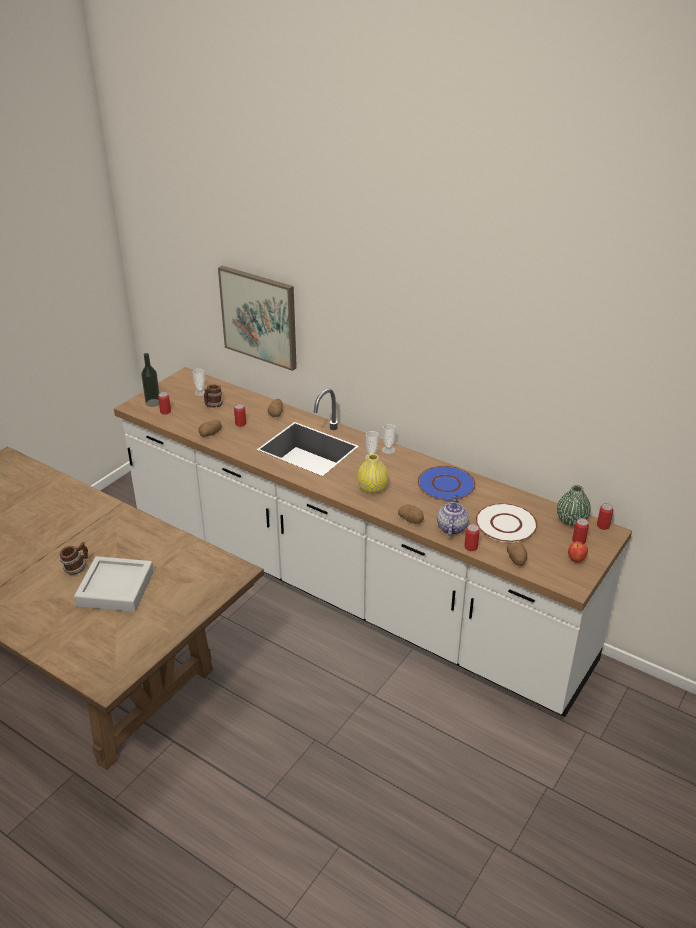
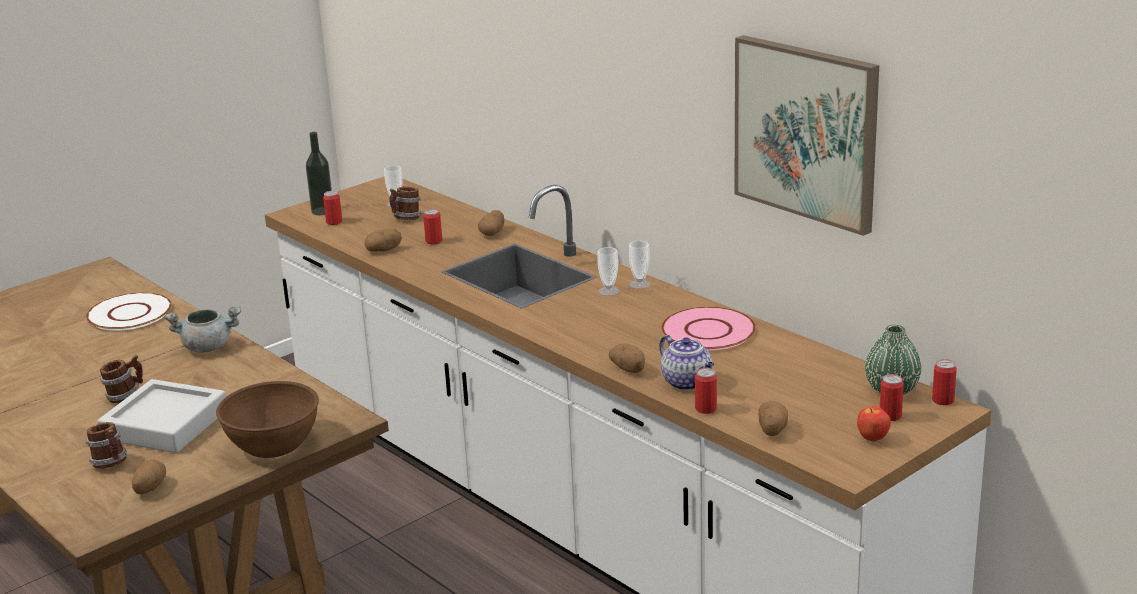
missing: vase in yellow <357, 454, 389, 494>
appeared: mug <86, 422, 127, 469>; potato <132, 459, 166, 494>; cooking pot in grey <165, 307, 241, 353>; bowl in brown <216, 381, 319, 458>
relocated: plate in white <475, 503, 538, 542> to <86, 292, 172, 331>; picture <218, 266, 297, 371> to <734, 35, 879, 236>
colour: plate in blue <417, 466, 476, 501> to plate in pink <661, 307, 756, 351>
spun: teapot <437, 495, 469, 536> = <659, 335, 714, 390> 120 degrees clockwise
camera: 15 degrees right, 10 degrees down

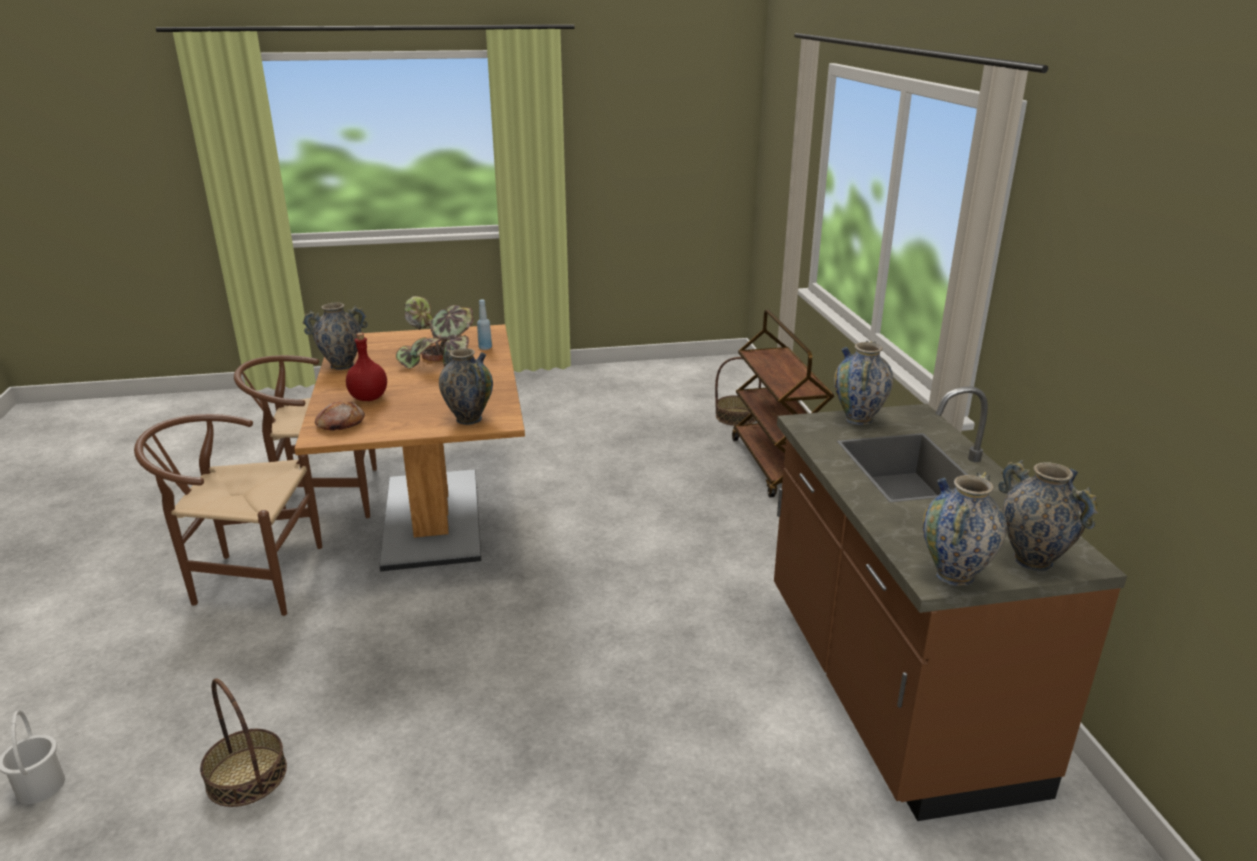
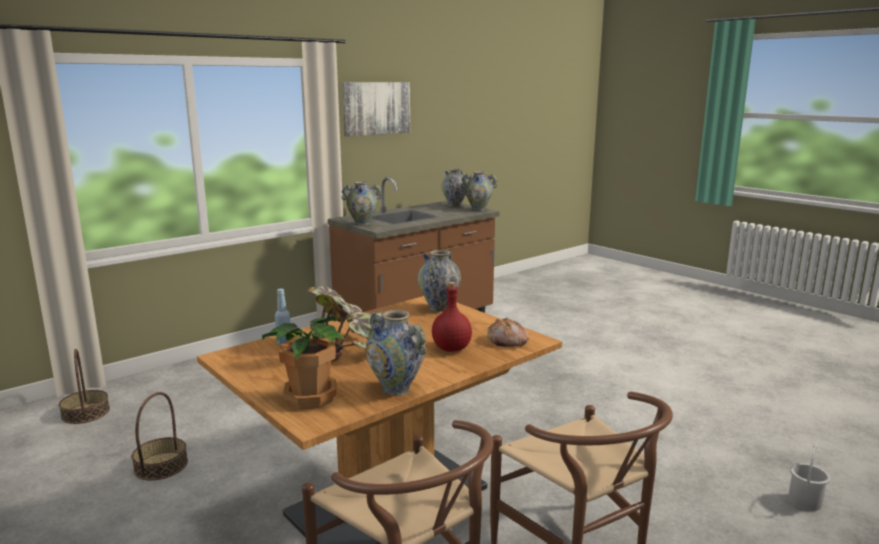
missing: cart in brown <732, 310, 834, 498>
appeared: potted plant <262, 316, 346, 409>; picture <342, 82, 410, 137>
relocated: basket <200, 678, 287, 807> to <131, 392, 188, 480>
camera: 120 degrees left, 10 degrees down

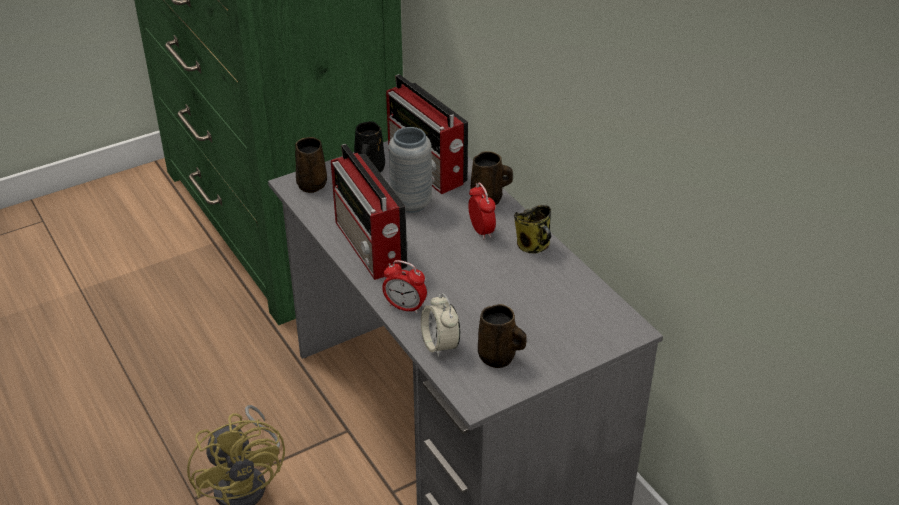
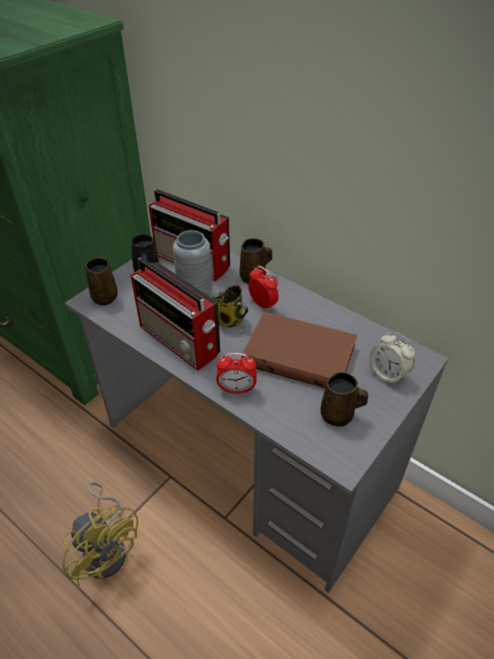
appeared: book in brown <241, 311, 357, 388>
relocated: mug <514, 205, 551, 253> to <213, 285, 248, 327>; alarm clock <421, 293, 460, 357> to <369, 332, 415, 386>
camera: 20 degrees left, 5 degrees up

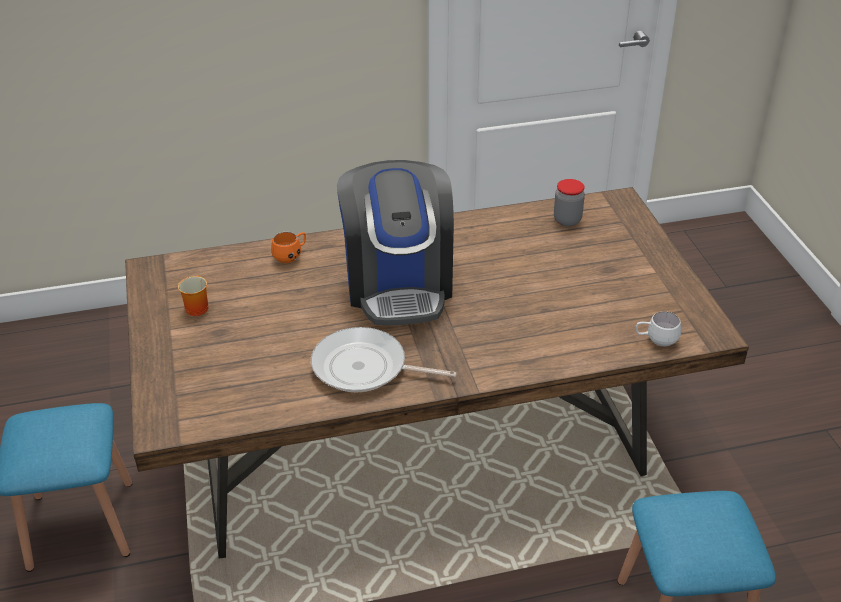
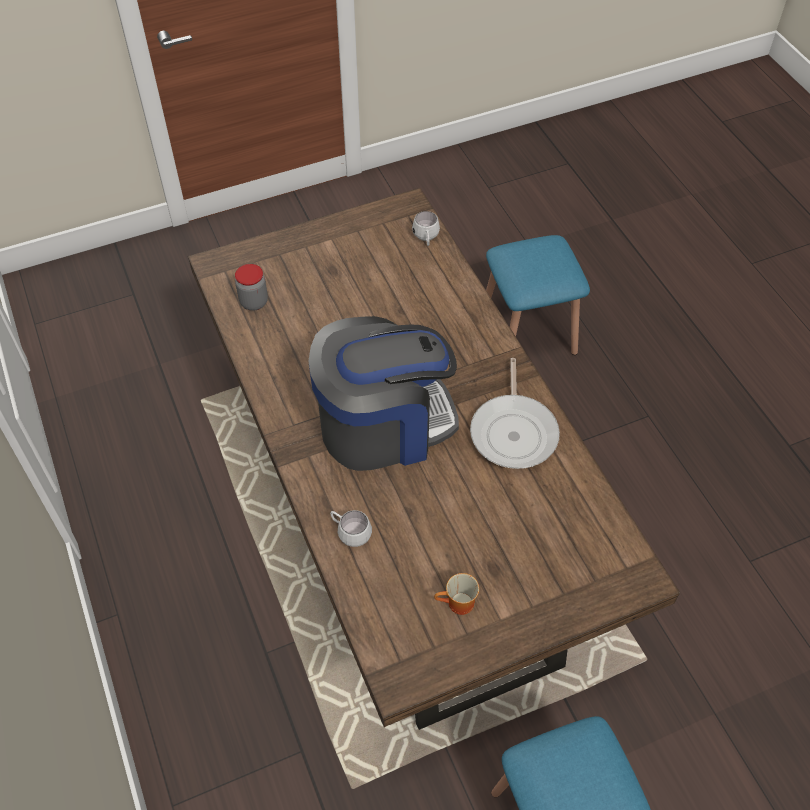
colour: mug in orange <271, 232, 306, 263> to mug in white <330, 510, 372, 547>
camera: 100 degrees left, 15 degrees up

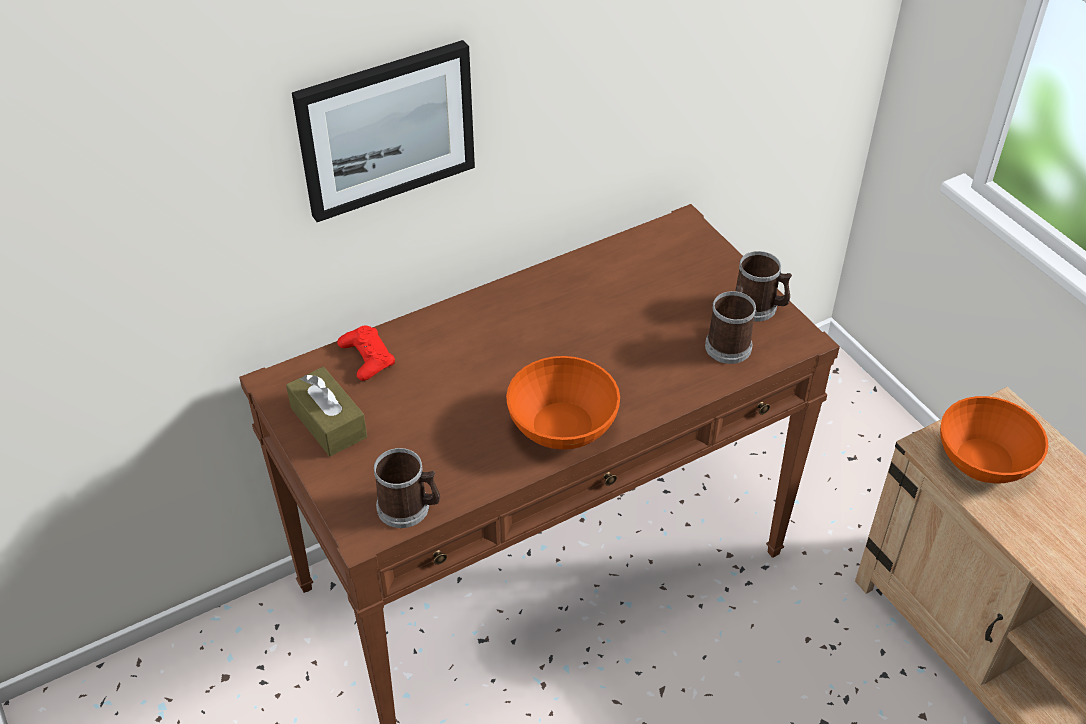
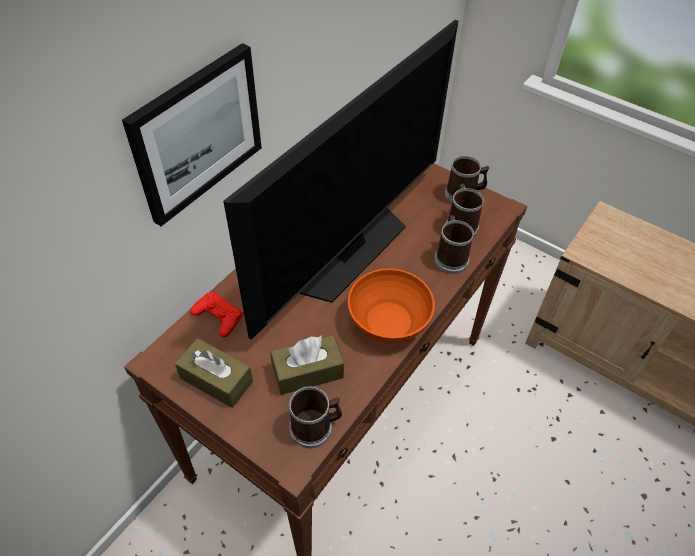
missing: bowl in orange <940, 396, 1048, 483>
appeared: television <223, 19, 458, 340>; tissue box in brown <271, 335, 344, 395>; mug <434, 215, 474, 274>
camera: 25 degrees left, 5 degrees up

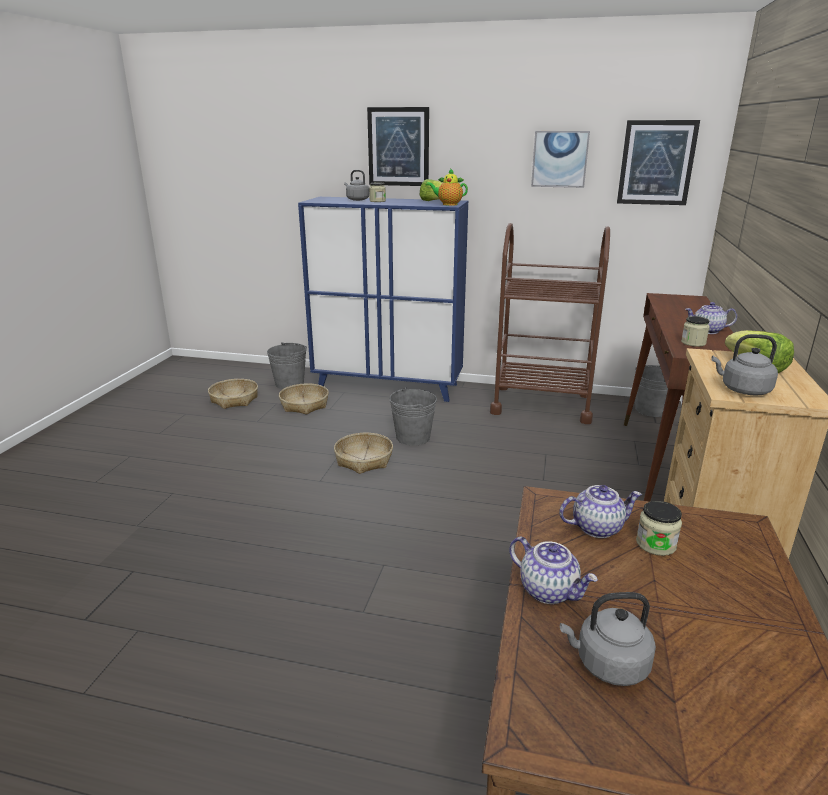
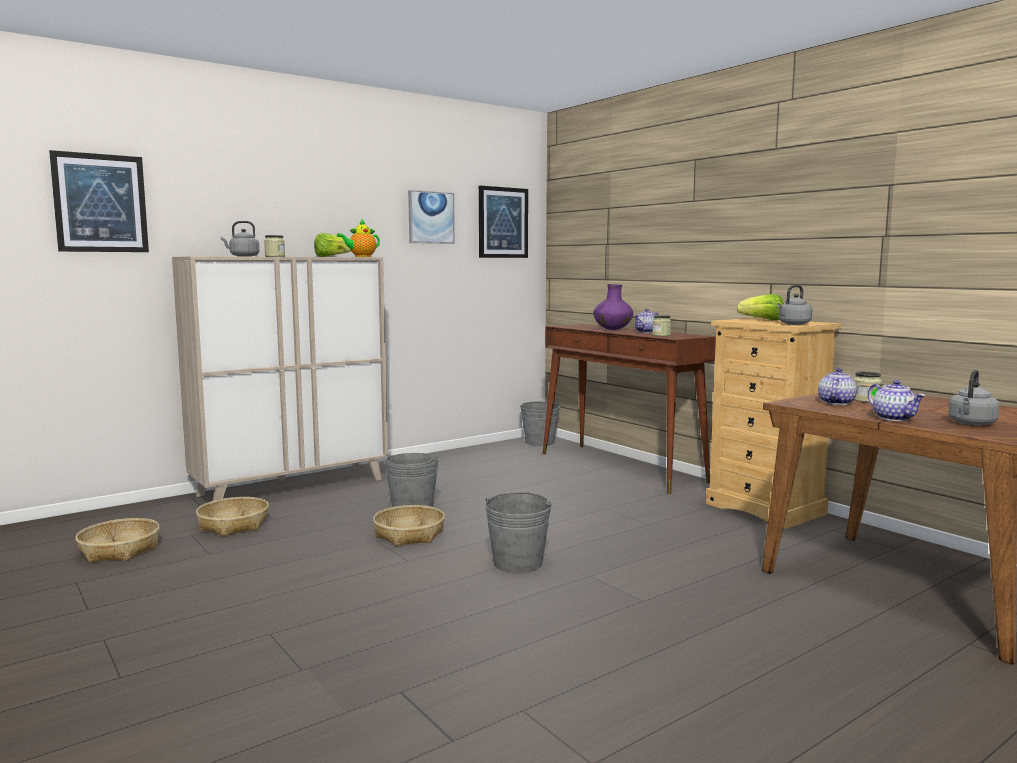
missing: cart in brown <490, 223, 610, 424>
appeared: vase in purple <593, 284, 633, 330>
relocated: picture <367, 107, 429, 186> to <49, 150, 149, 252>; bucket in grey <267, 342, 307, 389> to <485, 492, 552, 573>
colour: cabinet in blue <298, 197, 468, 402> to cabinet in beige <172, 256, 388, 501>
spun: teapot <509, 537, 598, 604> = <868, 380, 925, 421> 75 degrees clockwise
camera: 50 degrees left, 15 degrees down

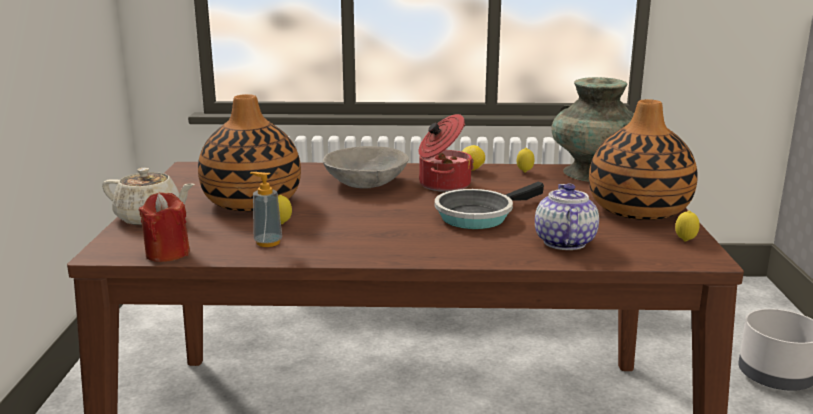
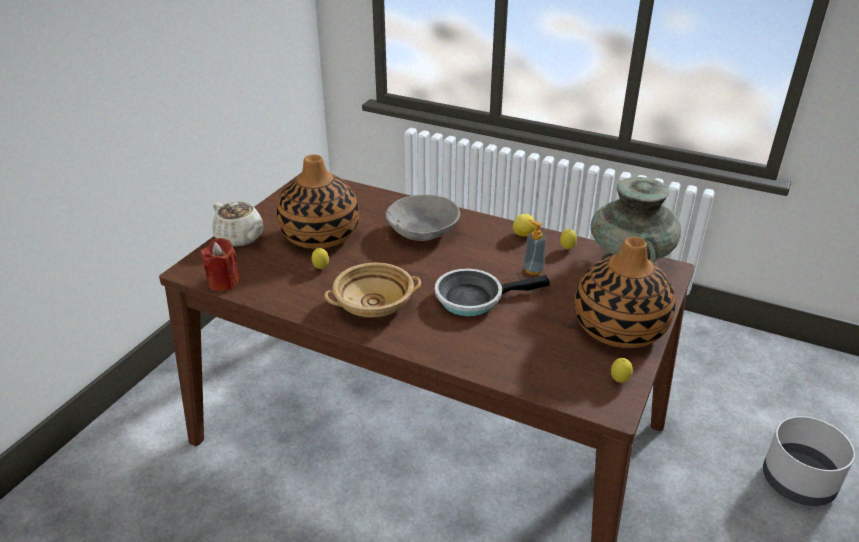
missing: cooking pot <419, 114, 474, 192>; teapot <535, 184, 599, 250>
appeared: bowl in beige <324, 263, 421, 318>
relocated: soap dispenser <250, 172, 282, 247> to <523, 219, 546, 275>
camera: 25 degrees right, 15 degrees up

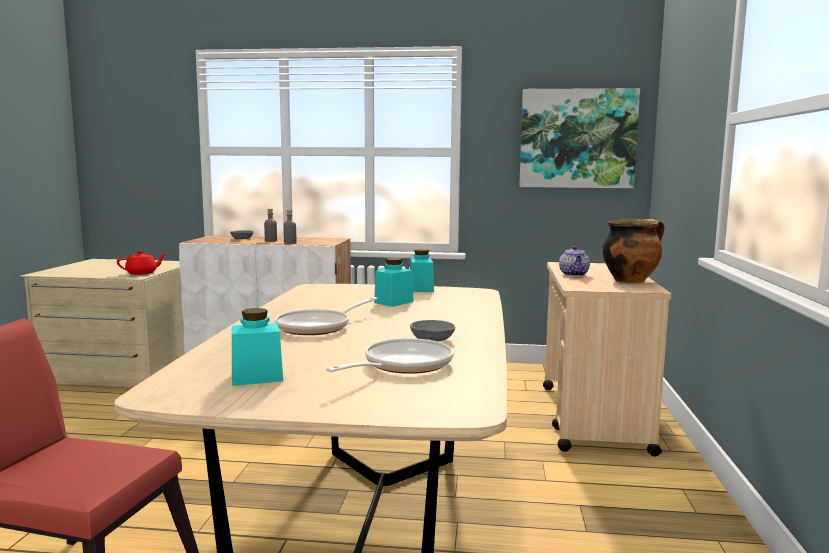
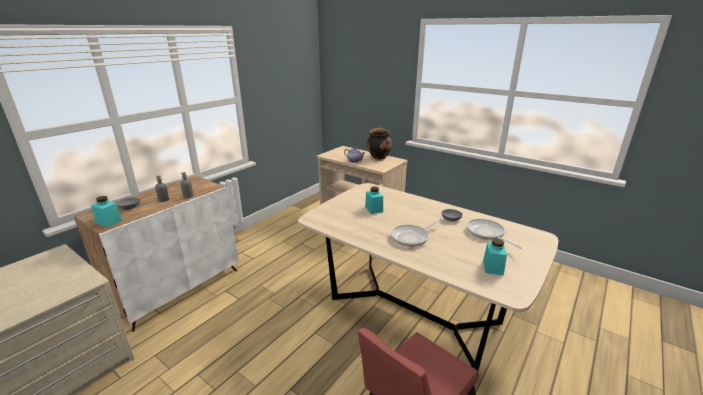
missing: teapot in red <117, 251, 166, 275>; picture <519, 88, 640, 188>
relocated: jar in turquoise <410, 249, 434, 292> to <91, 196, 122, 227>
spun: frying pan <275, 297, 378, 335> = <391, 218, 444, 247> 75 degrees clockwise
camera: 60 degrees left, 15 degrees up

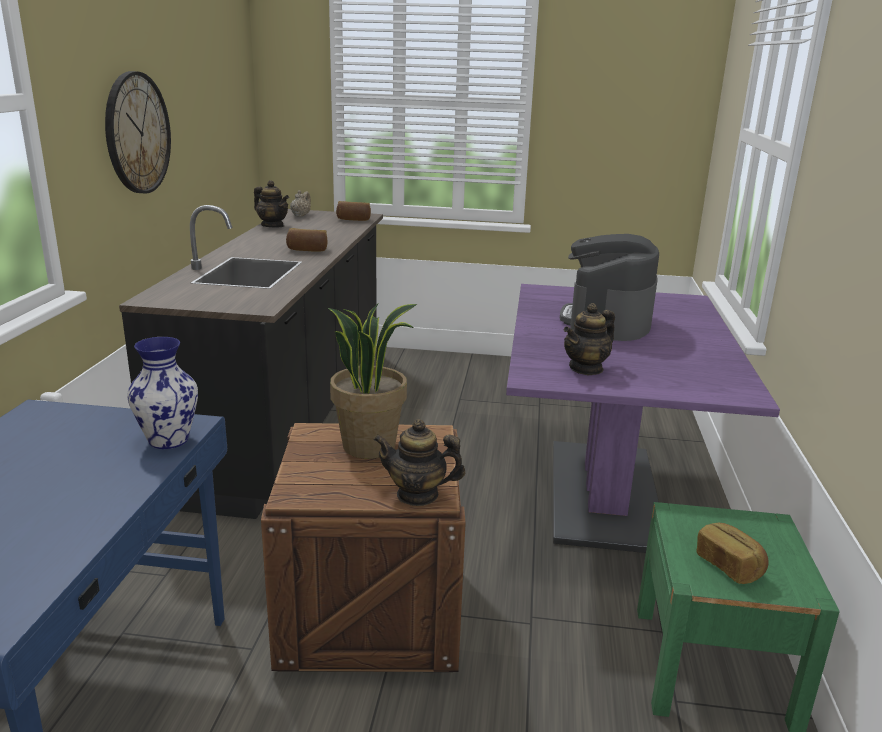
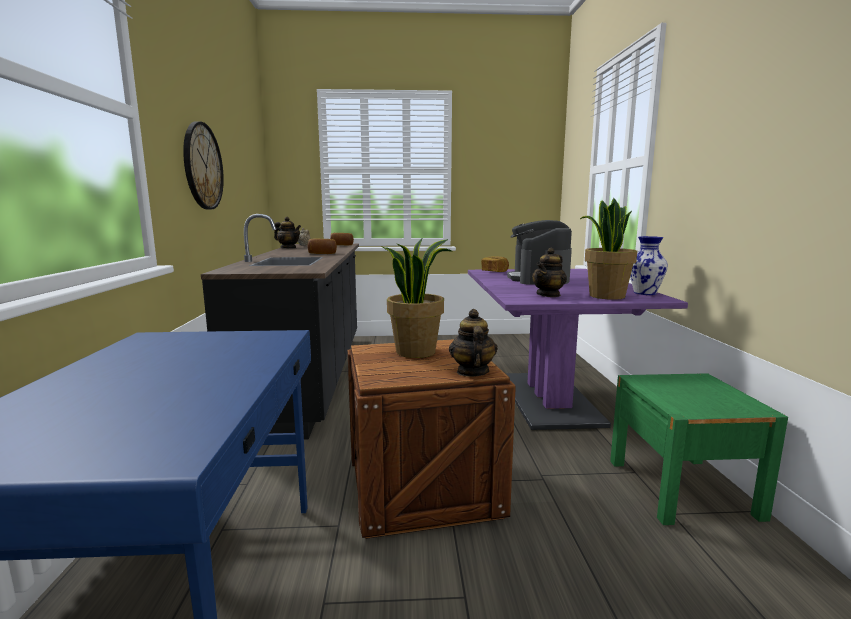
appeared: potted plant <580, 198, 637, 300>
relocated: bread <696, 523, 769, 584> to <481, 256, 509, 272>; vase <127, 337, 198, 449> to <630, 236, 668, 295>
spun: teapot <374, 419, 465, 506> = <449, 309, 498, 377> 90 degrees clockwise
camera: 10 degrees left, 10 degrees down

